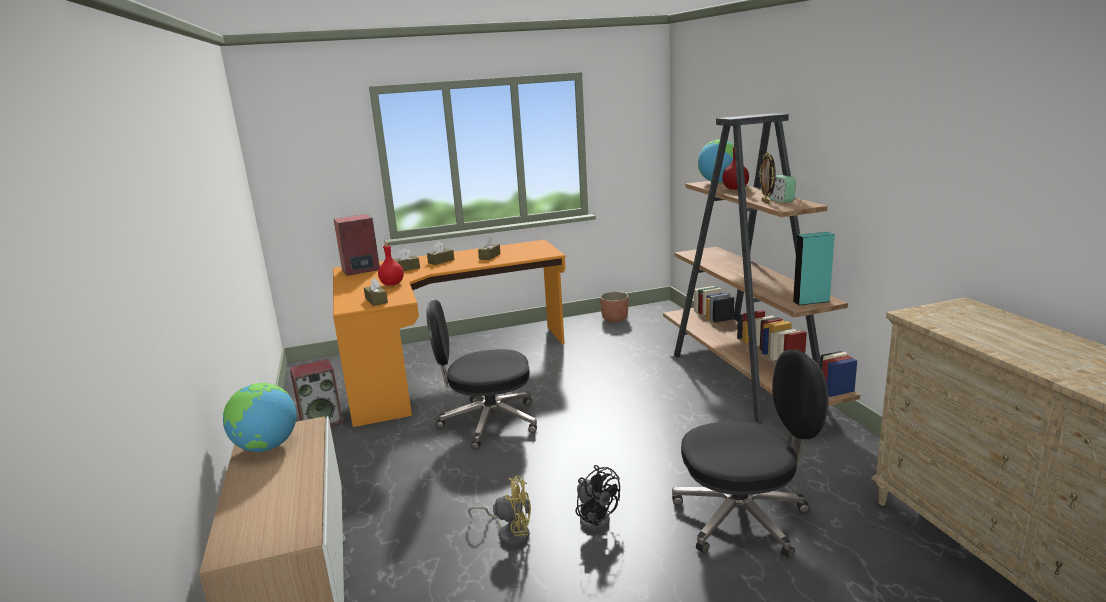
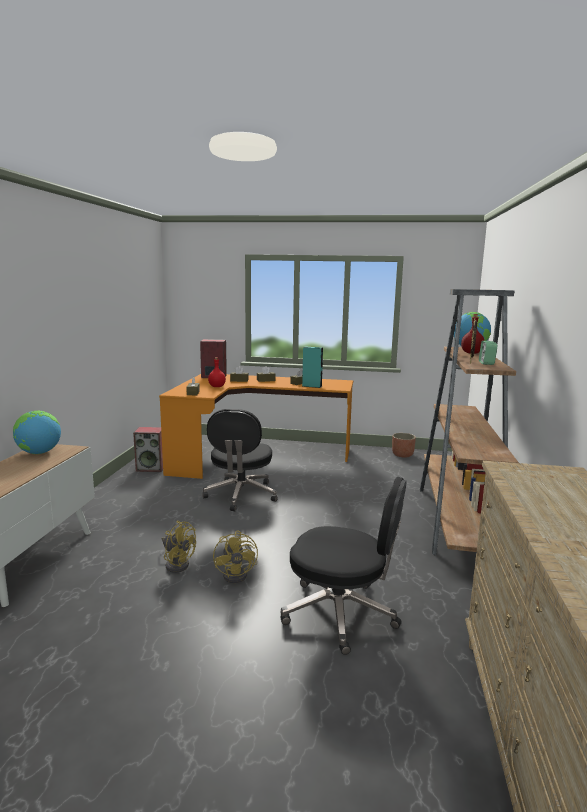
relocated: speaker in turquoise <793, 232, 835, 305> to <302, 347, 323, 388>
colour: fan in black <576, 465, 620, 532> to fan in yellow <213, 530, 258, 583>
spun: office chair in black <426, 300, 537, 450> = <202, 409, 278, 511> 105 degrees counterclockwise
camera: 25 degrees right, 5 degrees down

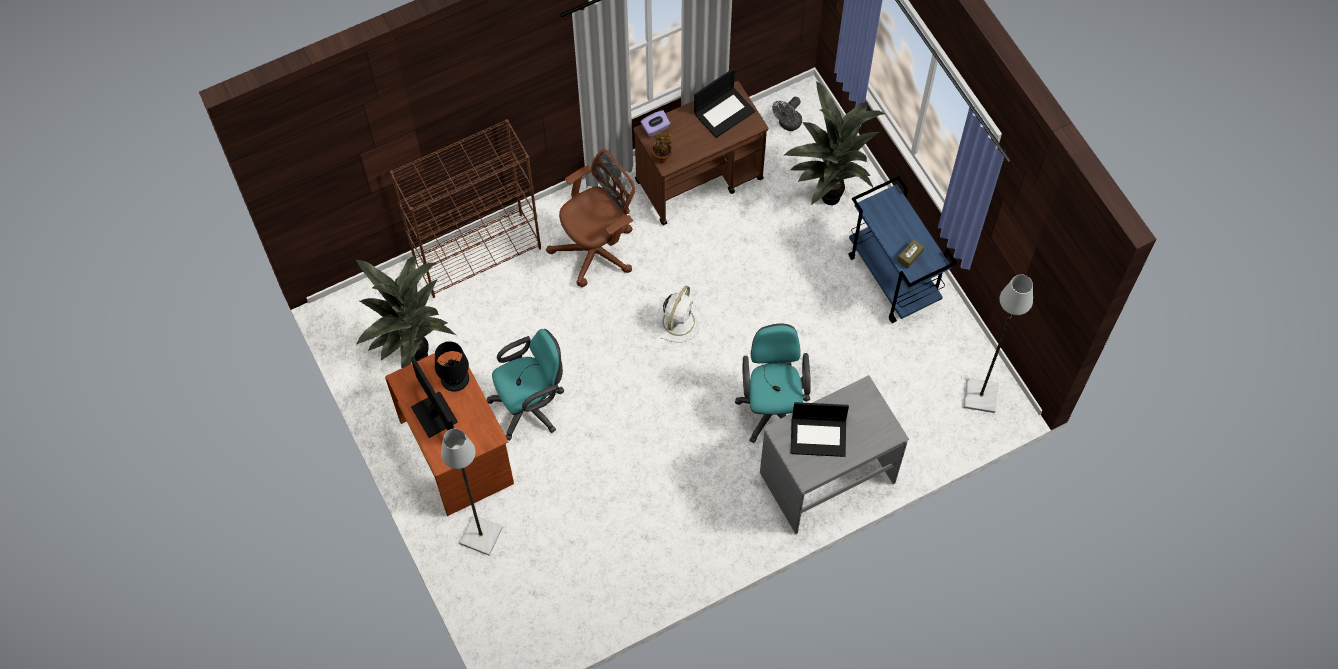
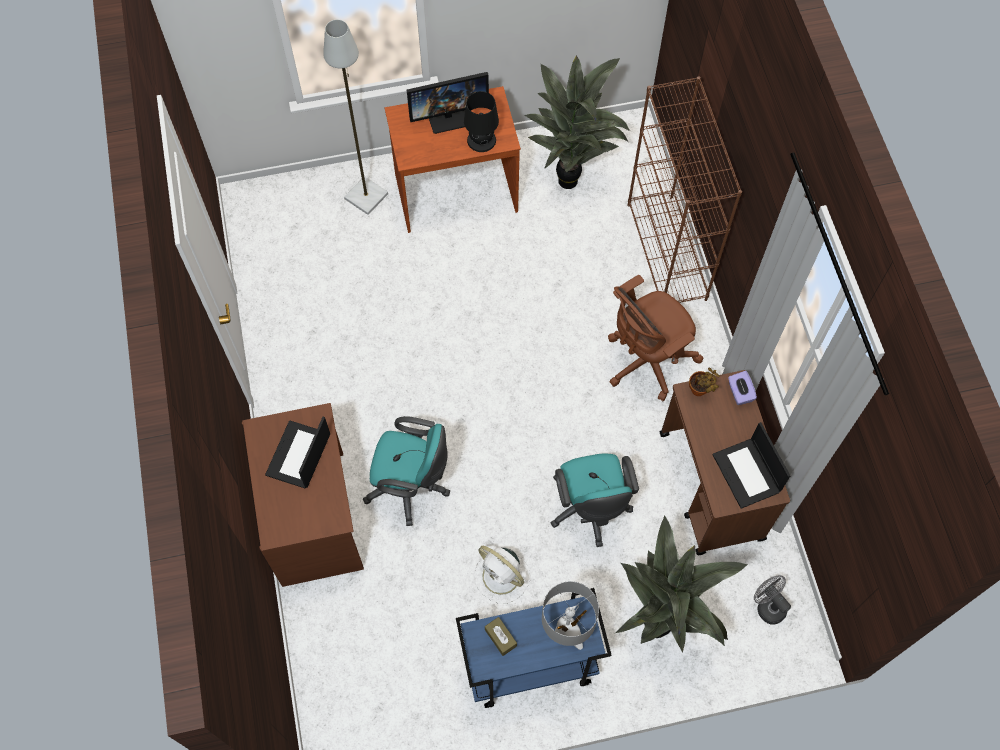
missing: floor lamp in grey <963, 274, 1033, 413>
appeared: table lamp in grey <542, 581, 599, 650>
relocated: fan in white <657, 286, 702, 342> to <474, 546, 531, 604>; office chair in turquoise <487, 329, 564, 441> to <551, 453, 639, 547>
colour: desk in grey <760, 375, 909, 534> to desk in brown <242, 403, 364, 587>
spun: office chair in brown <546, 149, 636, 287> = <608, 275, 703, 401> 75 degrees clockwise
camera: 105 degrees right, 0 degrees up

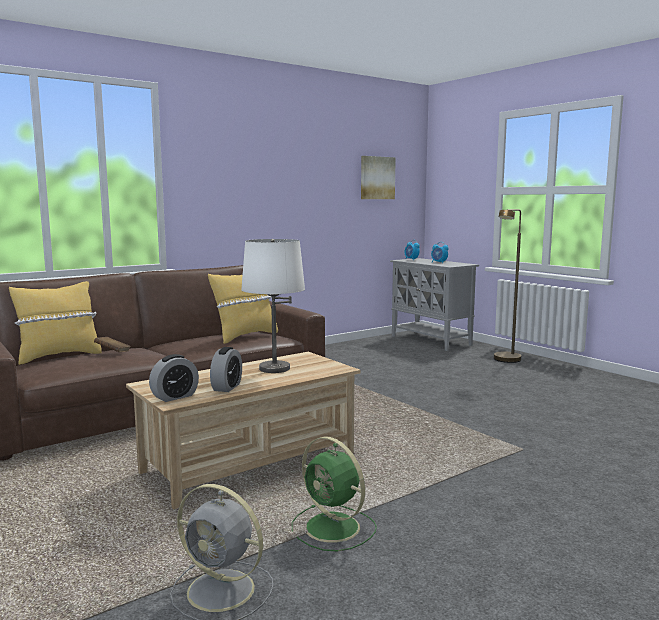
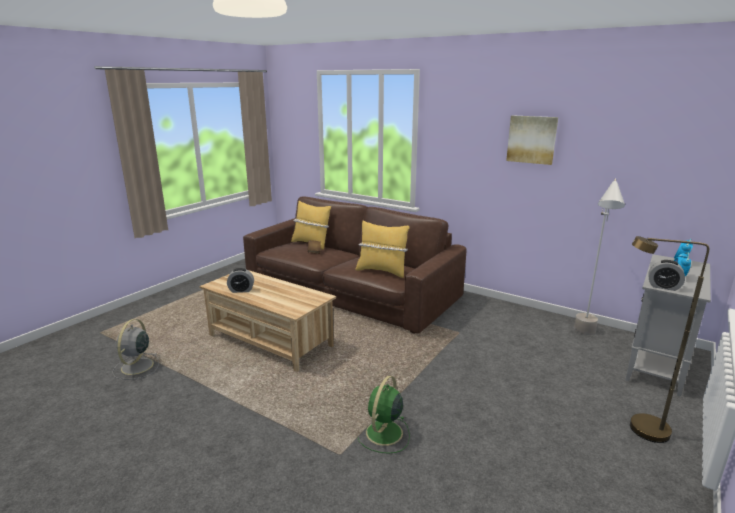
missing: table lamp in white <241, 239, 305, 373>
appeared: floor lamp in grey <574, 178, 625, 335>
relocated: fan in green <292, 436, 377, 551> to <358, 376, 410, 454>; picture <361, 156, 396, 199> to <506, 115, 558, 165>; alarm clock <149, 354, 199, 402> to <648, 260, 685, 291>
camera: 70 degrees right, 10 degrees up

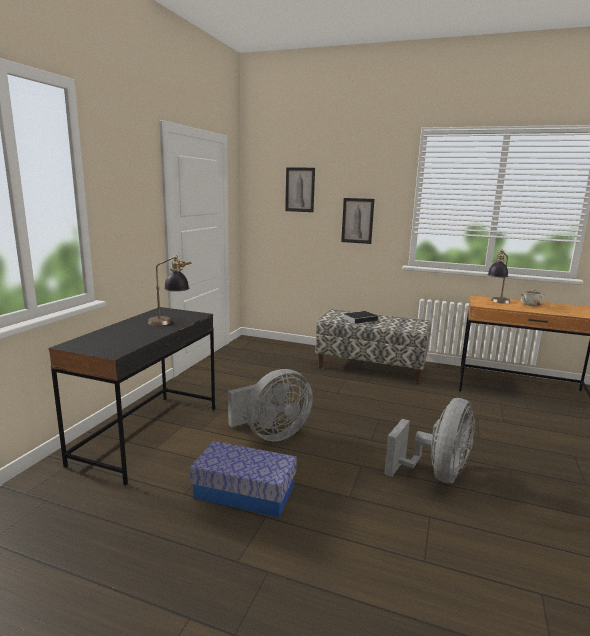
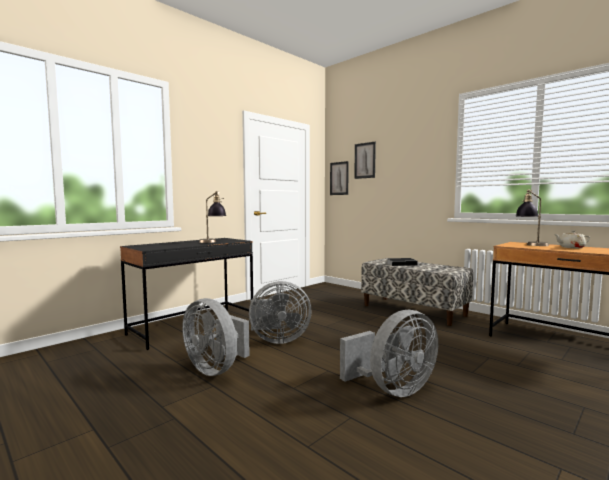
relocated: picture <341, 198, 374, 244> to <330, 161, 349, 195>
exchanged: storage box <190, 441, 297, 517> to fan in grey <182, 298, 250, 376>
camera: 25 degrees right, 10 degrees down

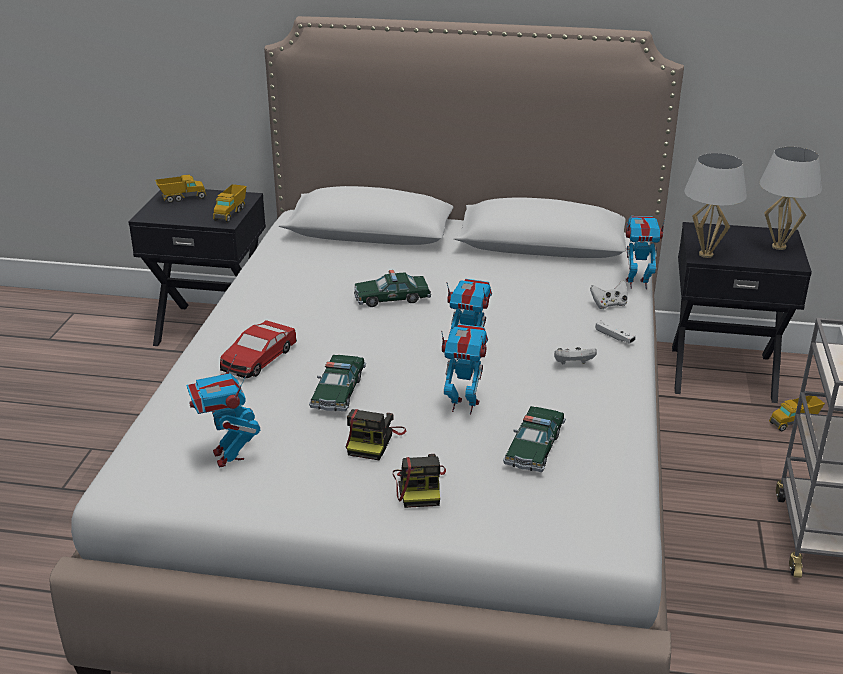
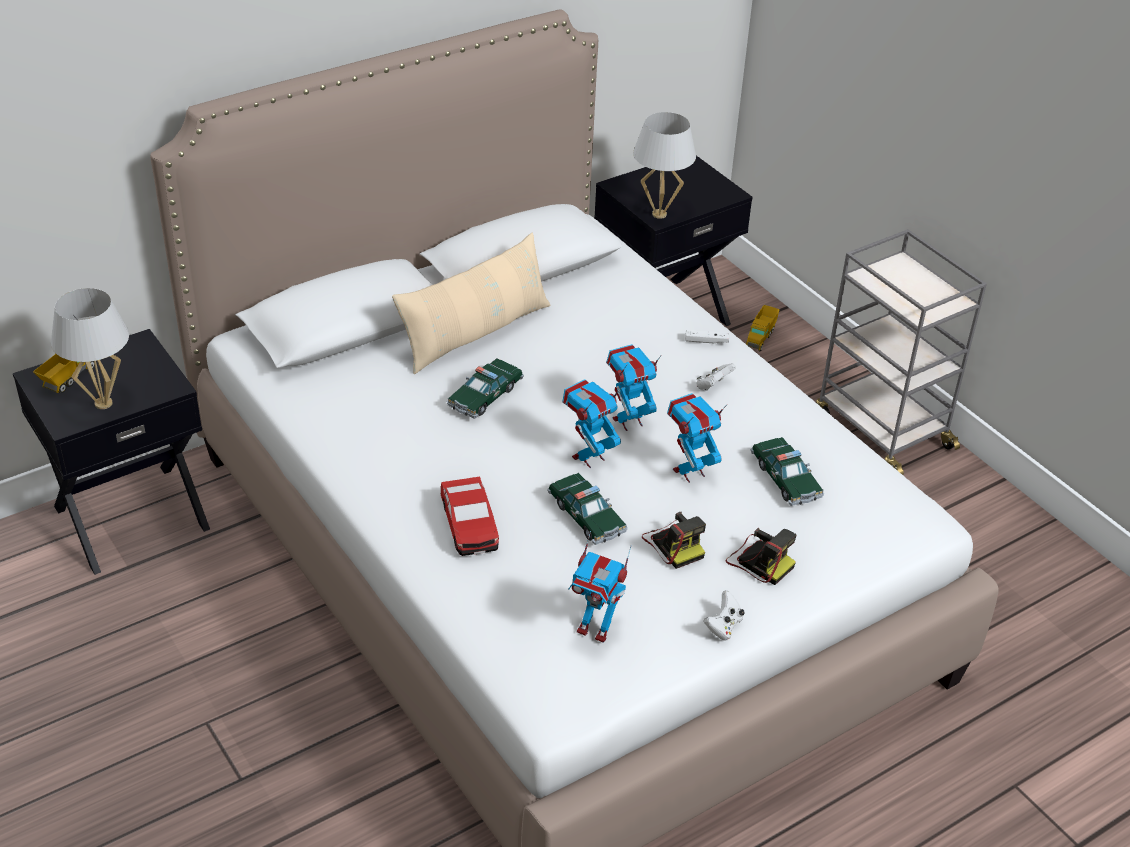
missing: toy truck <213, 184, 247, 222>
appeared: pillow in beige <392, 233, 550, 374>
relocated: table lamp in white <759, 147, 822, 250> to <51, 288, 129, 409>; toy robot <626, 216, 665, 289> to <562, 379, 622, 468>; game controller in white <590, 281, 628, 309> to <704, 590, 745, 641>
camera: 45 degrees left, 10 degrees up

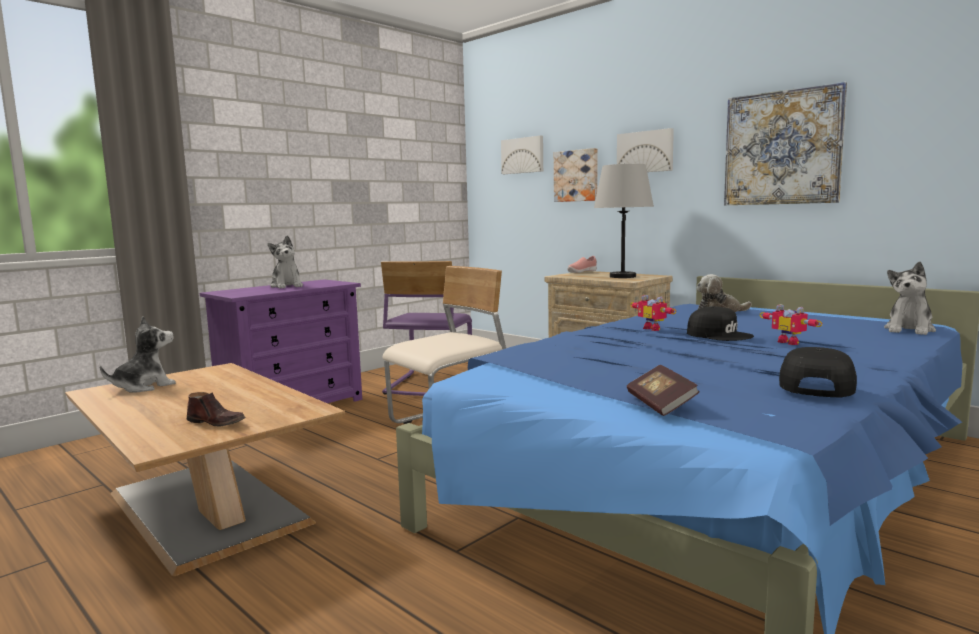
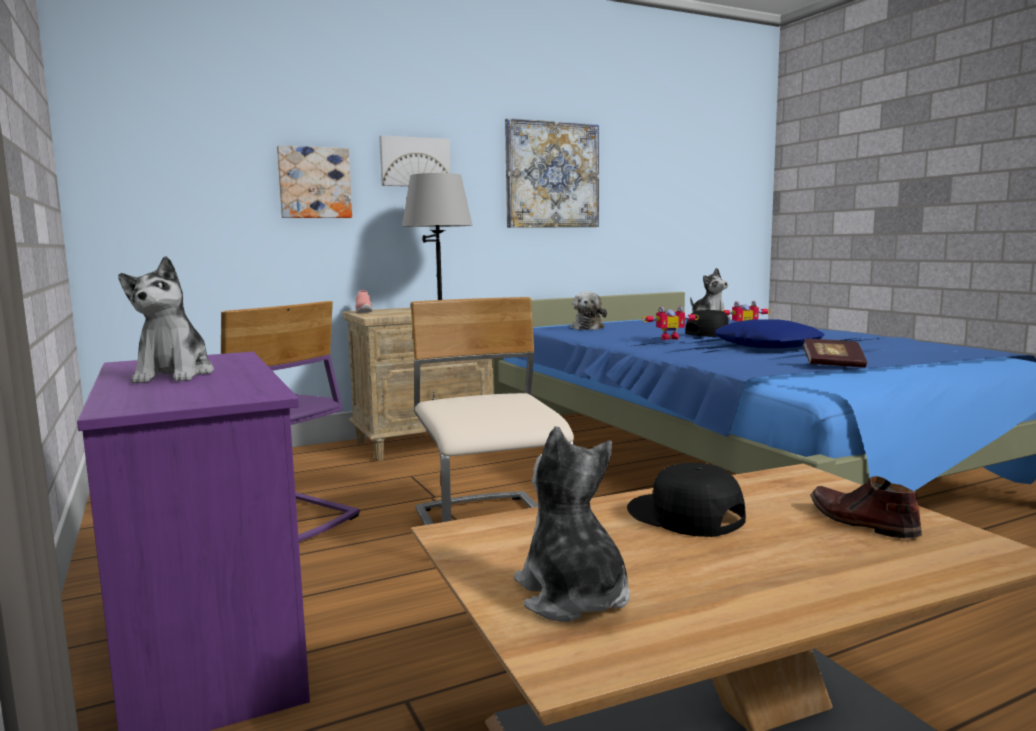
missing: picture <501, 135, 543, 174>
appeared: pillow in blue <715, 319, 824, 348>
relocated: cap in black <779, 347, 857, 397> to <627, 463, 746, 537>; book <627, 365, 699, 416> to <802, 339, 867, 368>
spun: plush toy <268, 236, 303, 288> = <118, 256, 214, 383> 90 degrees clockwise; shoe in brown <187, 392, 246, 426> = <811, 476, 922, 539> 75 degrees counterclockwise
camera: 70 degrees left, 0 degrees up

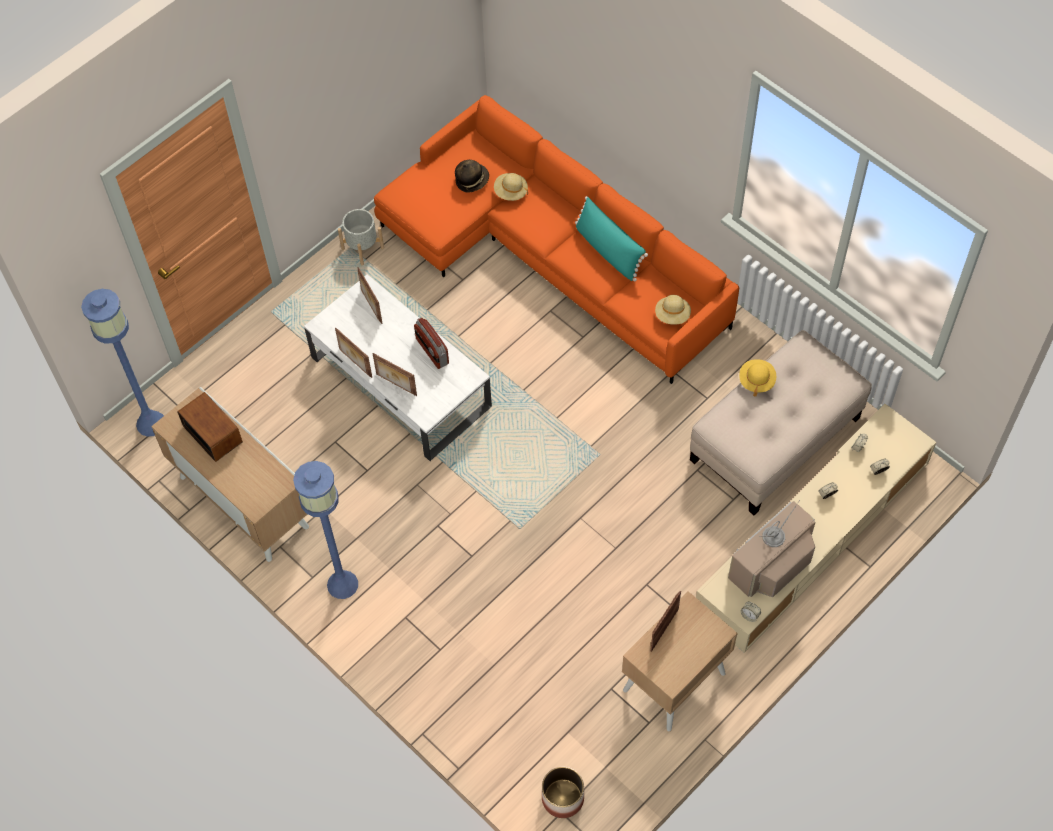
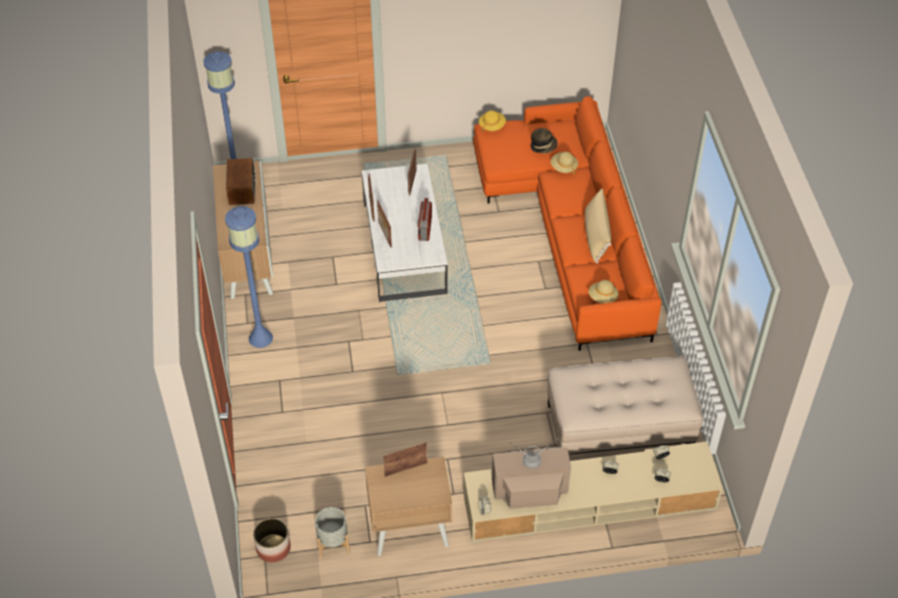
relocated: planter in grey <338, 209, 384, 265> to <314, 507, 350, 558>; hat in yellow <739, 359, 776, 397> to <479, 110, 506, 133>
colour: pillow in turquoise <575, 196, 648, 282> to pillow in beige <585, 189, 611, 263>
camera: 35 degrees right, 10 degrees down

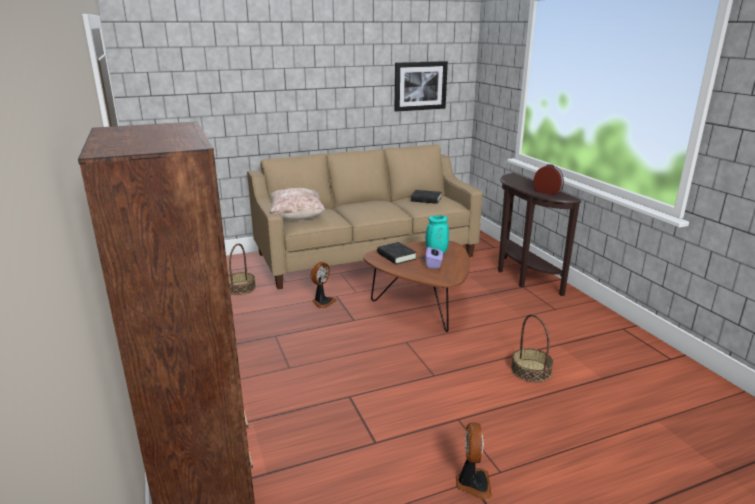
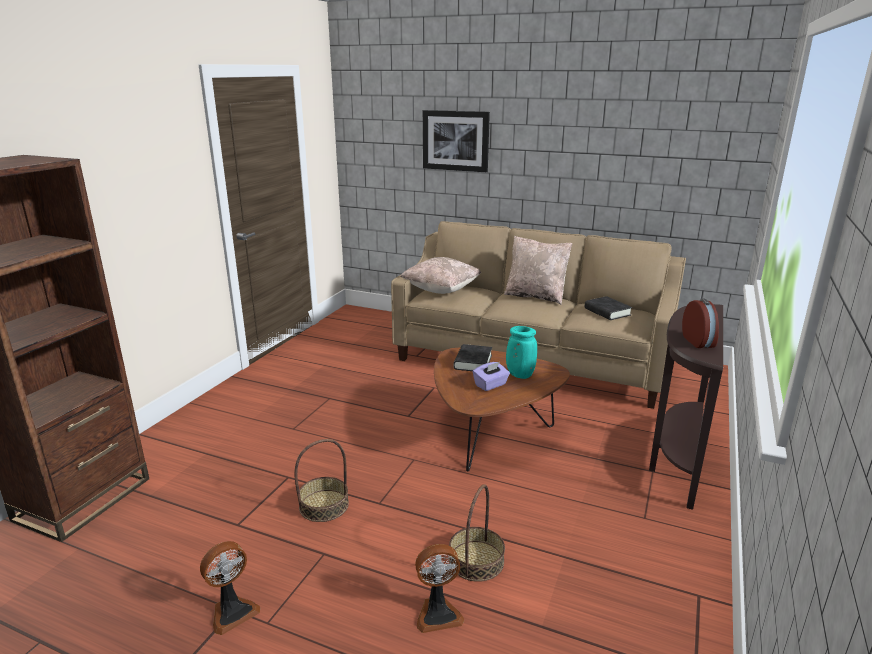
appeared: pillow in beige <504, 236, 573, 305>
relocated: basket <228, 243, 256, 295> to <294, 439, 349, 522>; fan <311, 262, 337, 309> to <415, 544, 464, 633>; picture <395, 61, 448, 112> to <423, 110, 490, 172>
camera: 45 degrees right, 0 degrees up

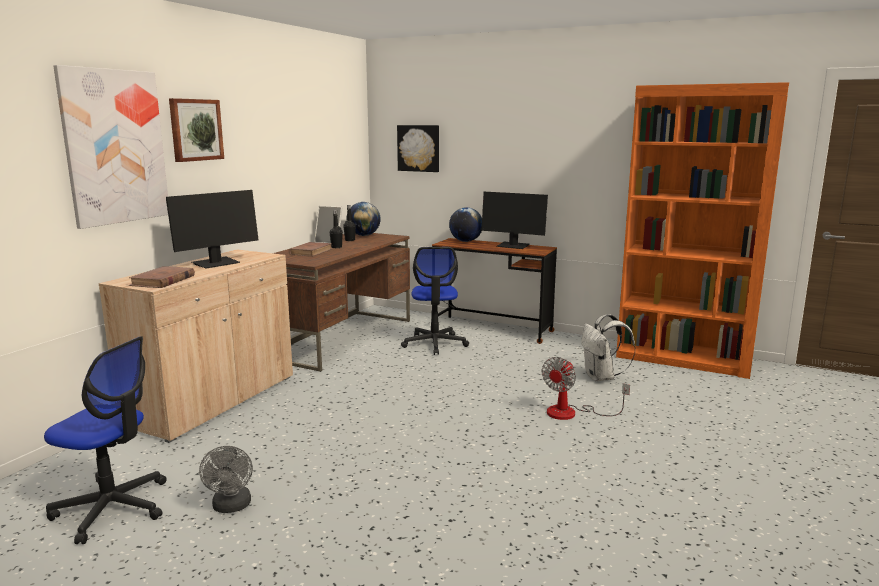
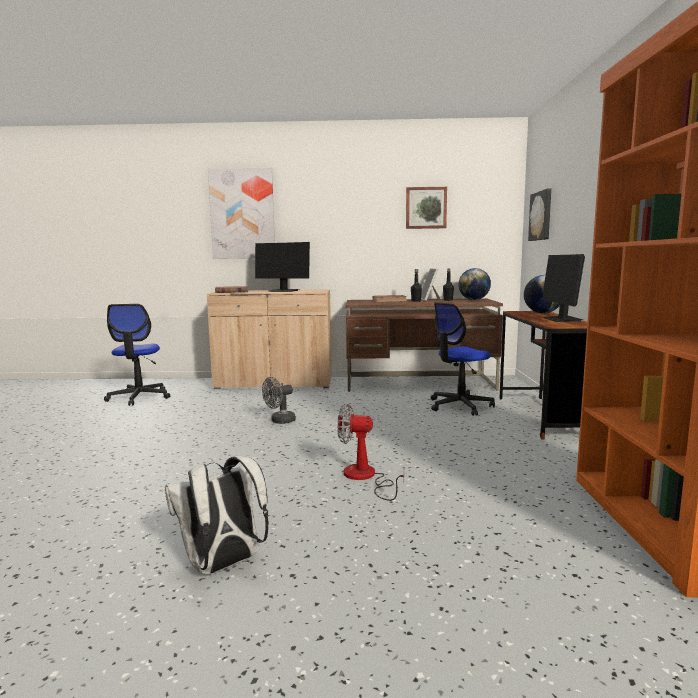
relocated: backpack in white <581, 314, 635, 381> to <165, 456, 269, 575>; fan in grey <199, 446, 253, 513> to <262, 377, 296, 424>; picture <169, 98, 224, 162> to <406, 187, 447, 229>
camera: 65 degrees right, 5 degrees down

